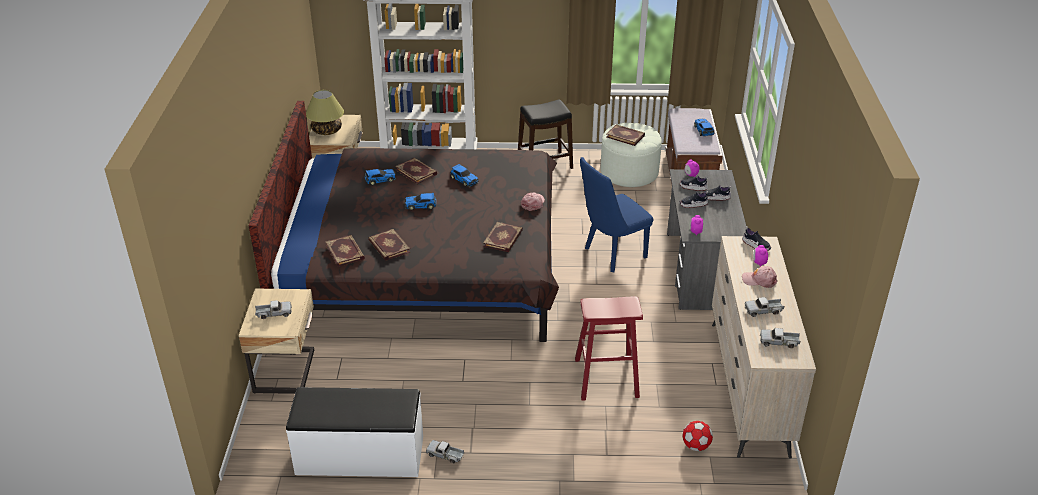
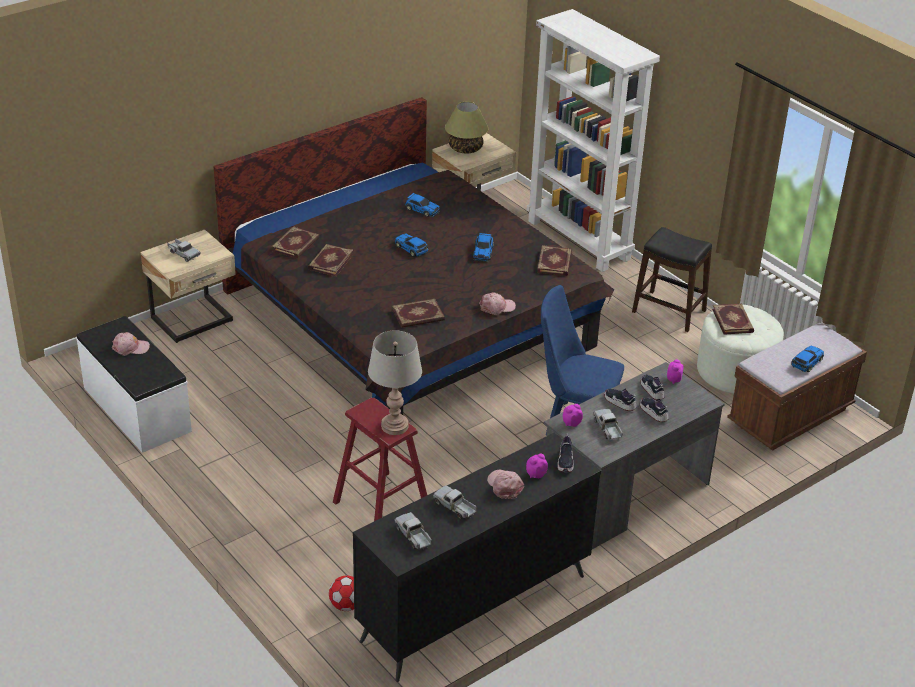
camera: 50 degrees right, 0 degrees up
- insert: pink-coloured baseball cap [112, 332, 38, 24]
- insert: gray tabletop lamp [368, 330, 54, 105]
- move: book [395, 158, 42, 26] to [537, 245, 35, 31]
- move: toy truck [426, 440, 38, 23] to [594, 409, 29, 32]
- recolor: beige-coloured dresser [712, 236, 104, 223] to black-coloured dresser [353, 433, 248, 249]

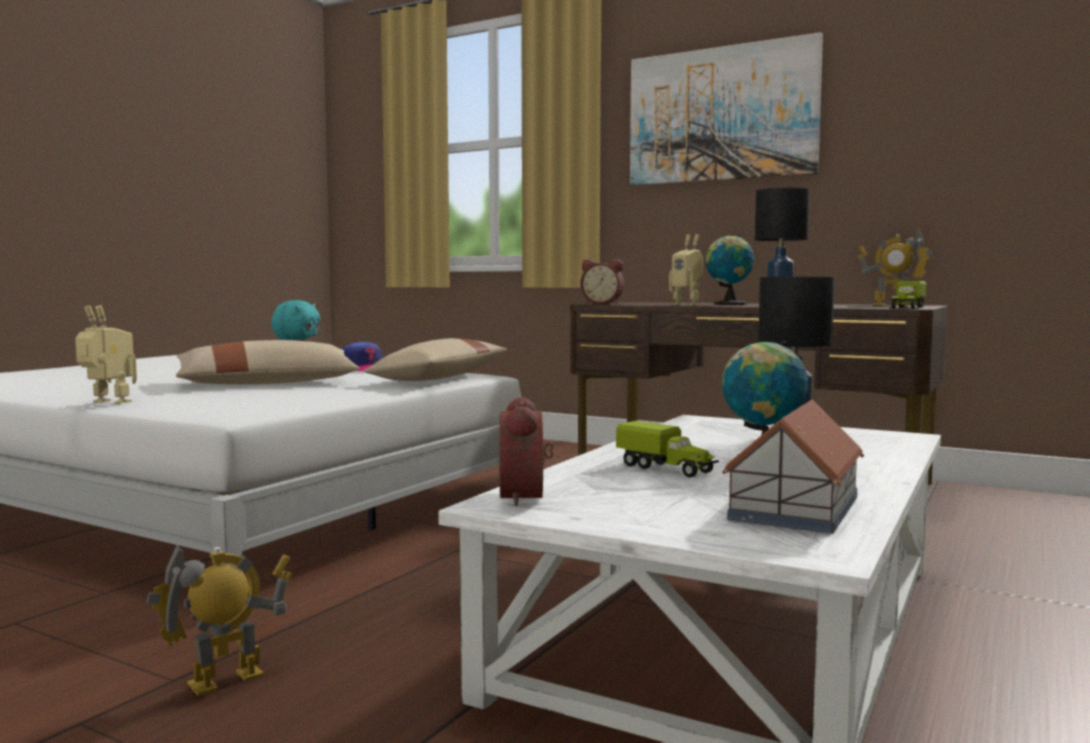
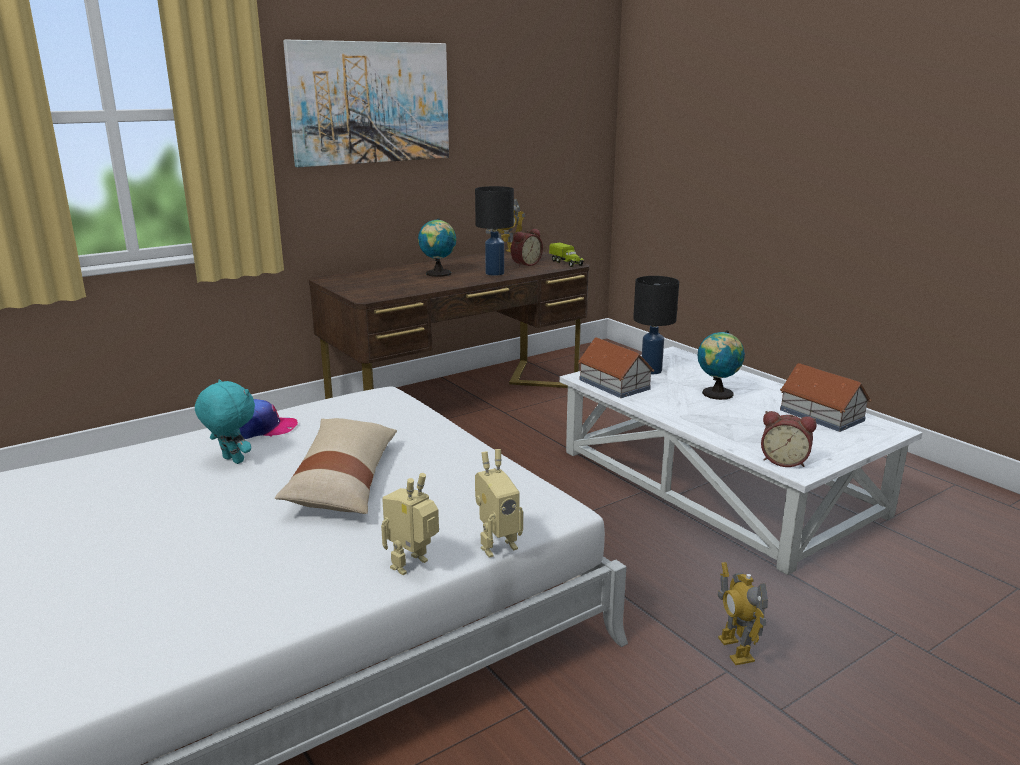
camera: 65 degrees left, 15 degrees up
- delete: beige-coloured throw pillow [364, 338, 143, 43]
- delete: toy truck [616, 421, 103, 57]
- insert: model house [578, 337, 76, 61]
- move: bedside clock [580, 259, 44, 45] to [511, 229, 32, 38]
- move: robot figure [669, 234, 34, 71] to [475, 449, 48, 109]

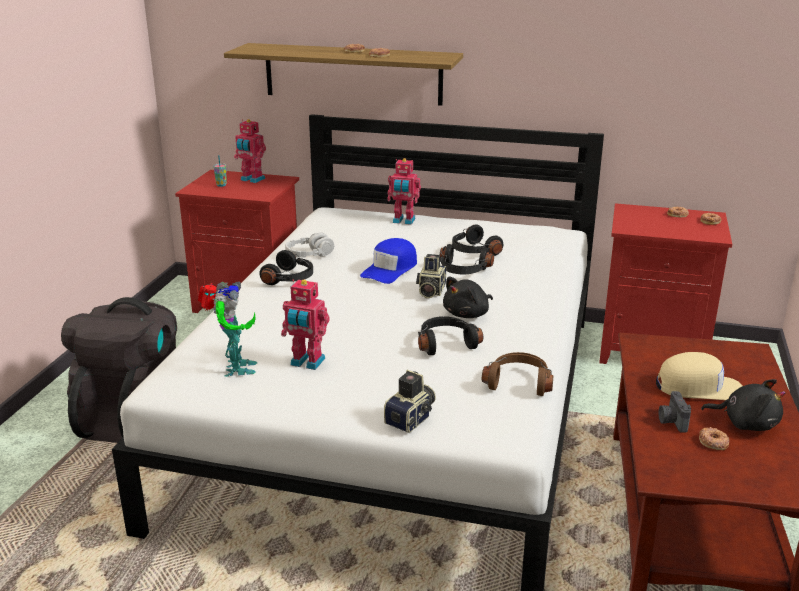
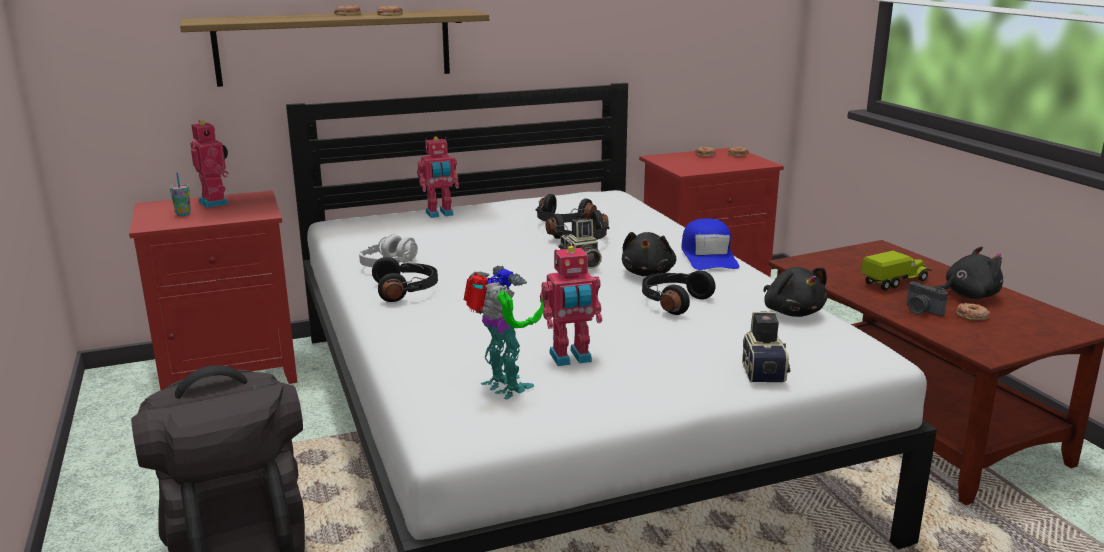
camera: 35 degrees left, 5 degrees down
- move: bluish baseball cap [360, 238, 57, 46] to [681, 218, 58, 52]
- replace: brown-coloured pair of headphones [482, 352, 71, 44] to black-coloured plush toy [763, 267, 64, 50]
- replace: beige-coloured baseball cap [656, 352, 86, 48] to toy truck [861, 250, 71, 41]
- rotate: robot figure [234, 119, 32, 64] = [190, 120, 39, 88] 120 degrees counterclockwise

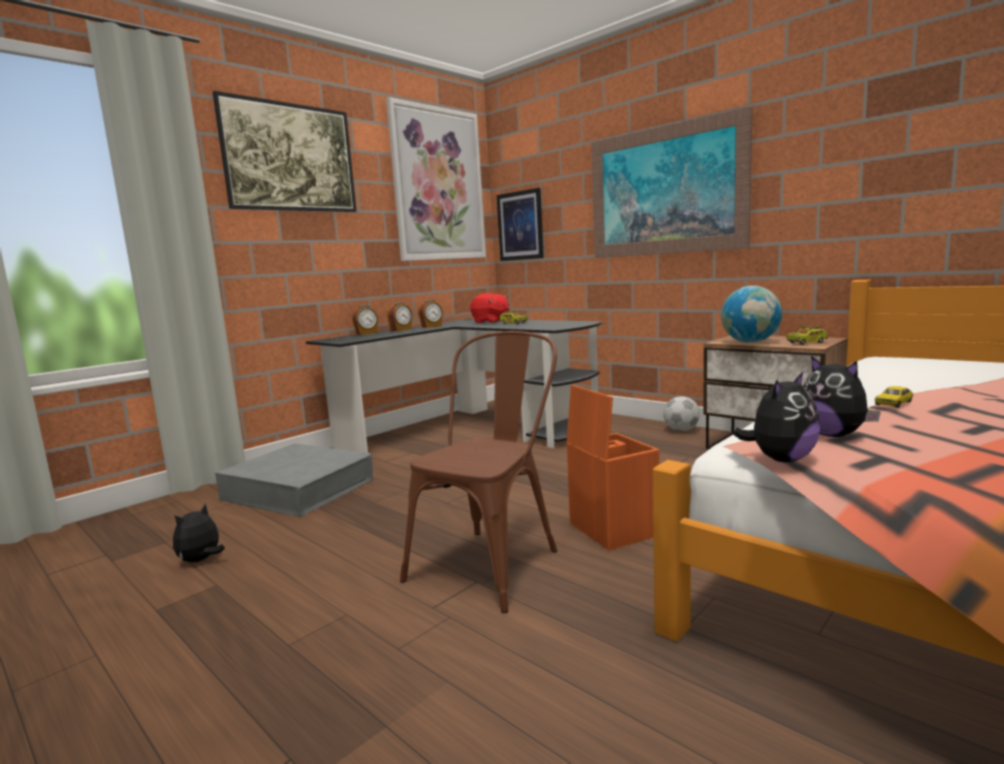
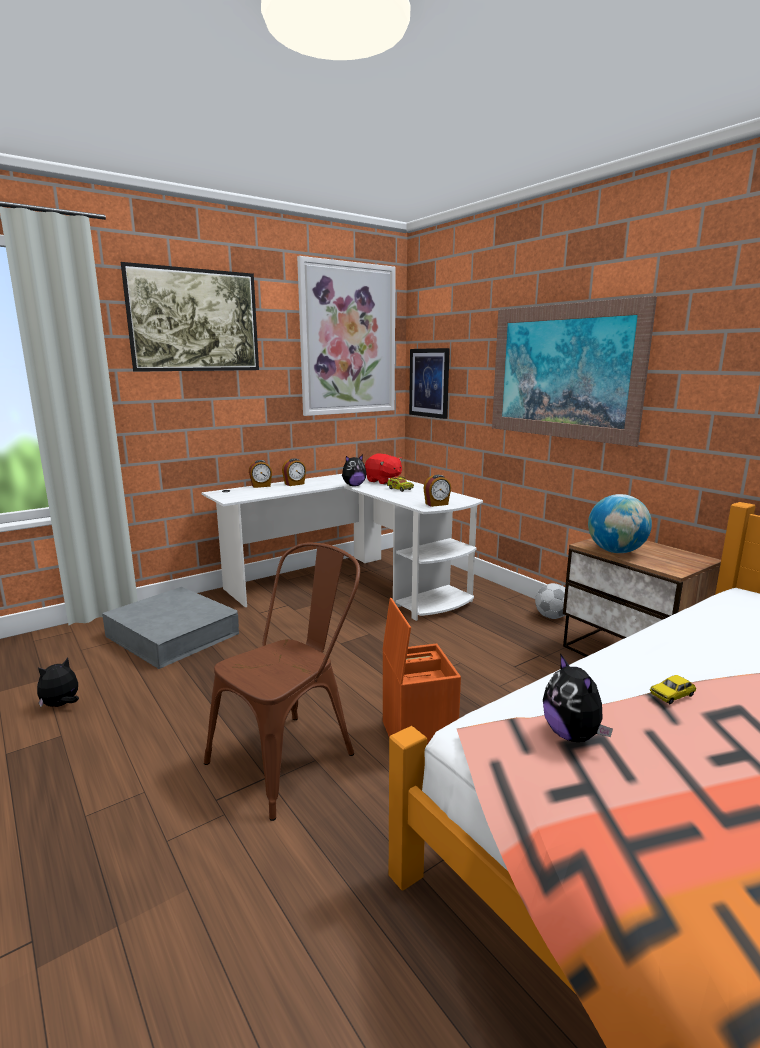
camera: 10 degrees right, 5 degrees up
- delete: toy truck [786, 326, 42, 19]
- move: bedside clock [418, 300, 25, 28] to [423, 475, 28, 32]
- move: plush toy [733, 372, 87, 90] to [342, 455, 25, 31]
- recolor: black-coloured desk [306, 318, 297, 135] to white desk [201, 474, 282, 147]

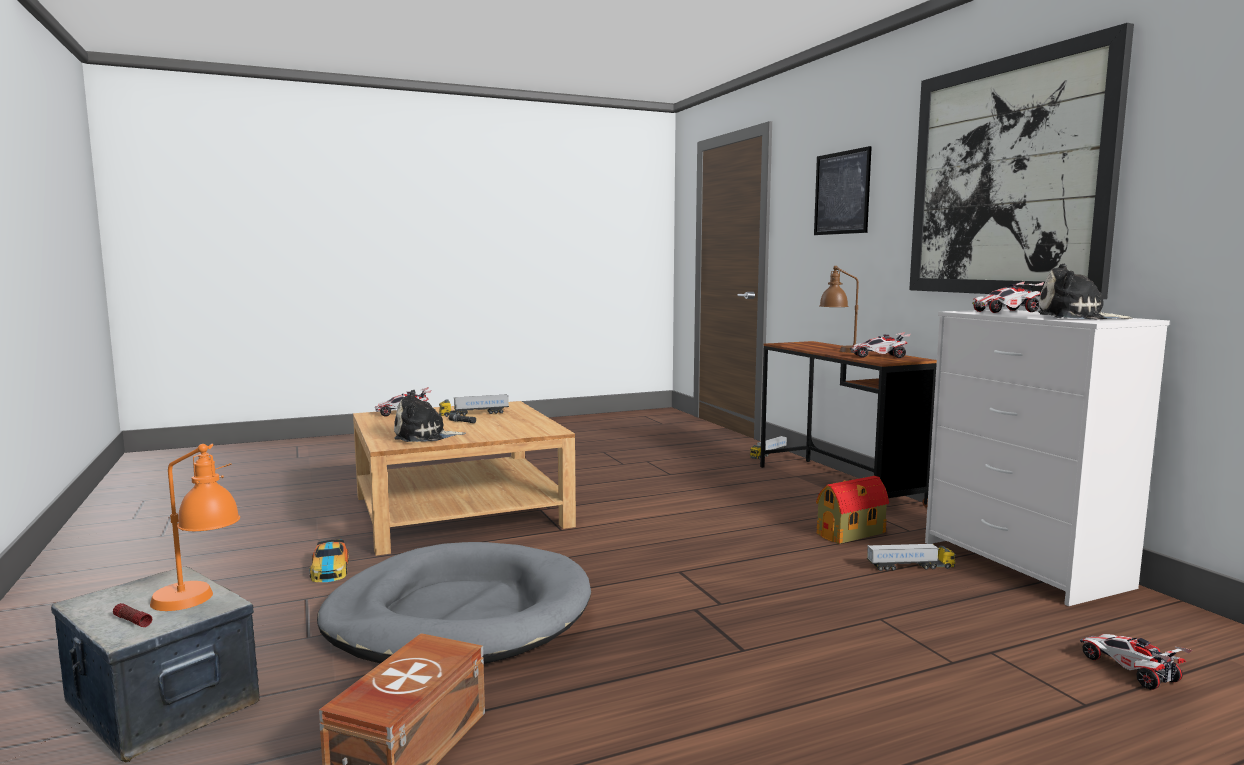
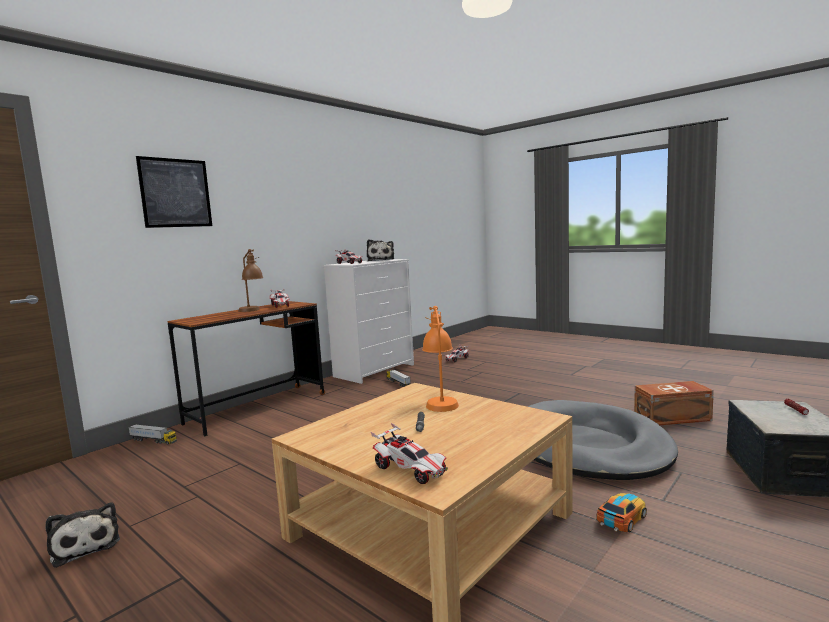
camera: 115 degrees left, 0 degrees up
- delete: toy truck [439, 394, 70, 23]
- delete: model house [816, 476, 73, 68]
- delete: picture [909, 23, 225, 276]
- move: orange-coloured tabletop lamp [150, 444, 90, 167] to [422, 306, 37, 106]
- move: plush toy [394, 390, 72, 52] to [45, 502, 75, 66]

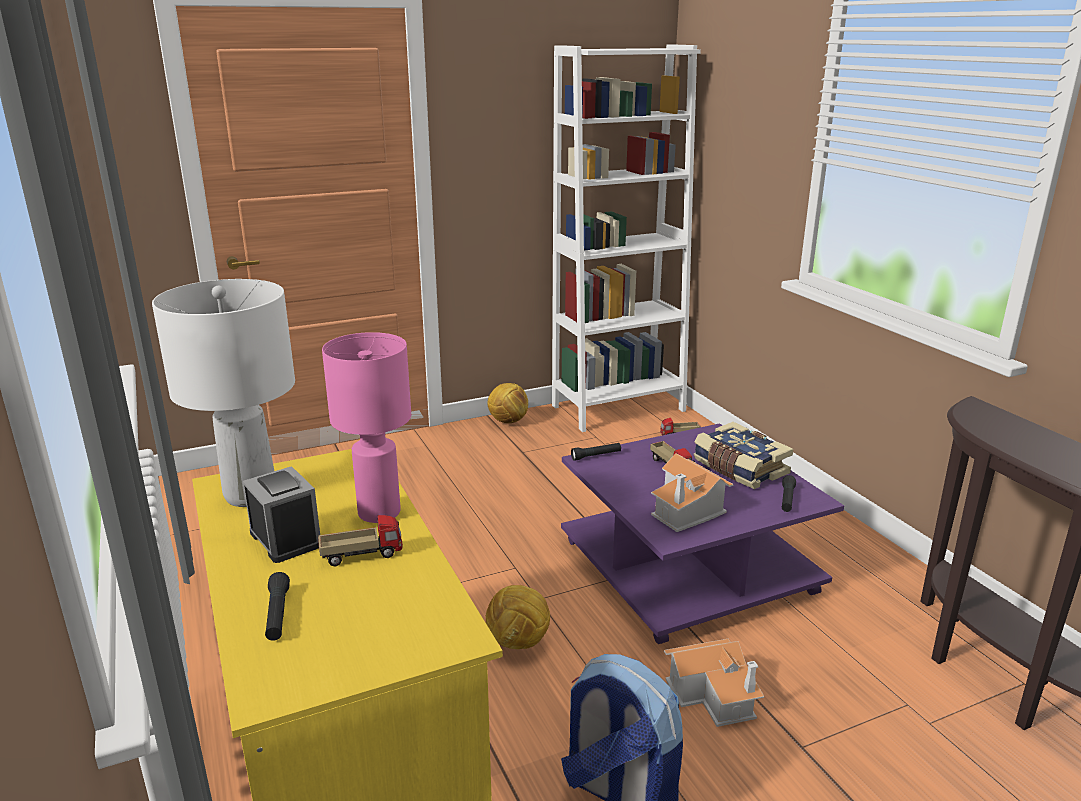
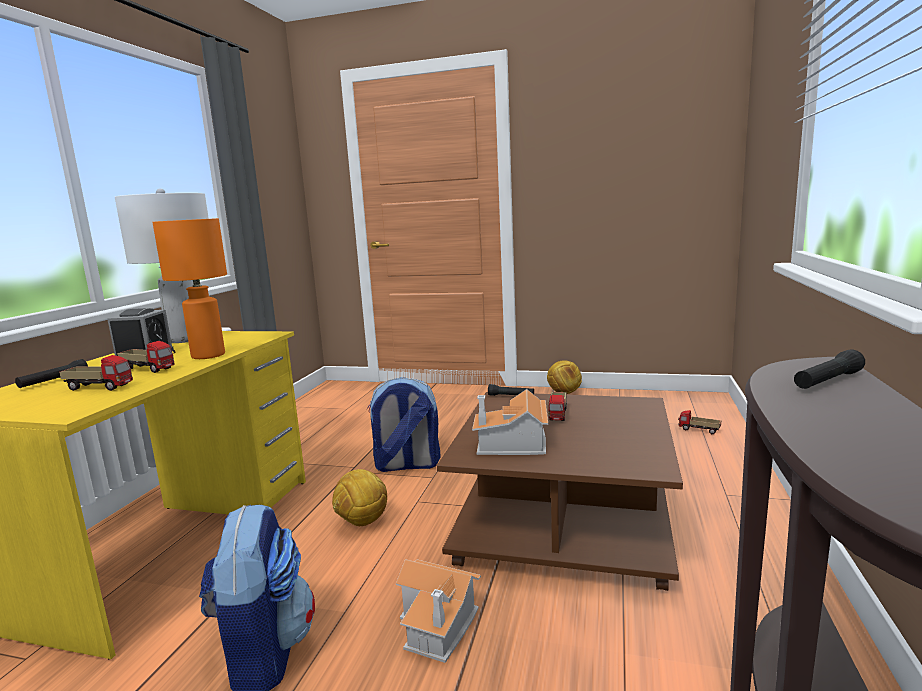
camera: 40 degrees right, 10 degrees down
- delete: white bookcase [552, 45, 149, 387]
- delete: book [694, 422, 99, 67]
- insert: toy truck [59, 355, 74, 36]
- insert: knapsack [367, 377, 74, 95]
- move: black-coloured torch [782, 475, 14, 37] to [794, 350, 71, 39]
- recolor: pink-coloured tabletop lamp [322, 332, 89, 191] to orange-coloured tabletop lamp [152, 218, 75, 141]
- recolor: purplish lounge table [561, 423, 283, 221] to brown-coloured lounge table [437, 392, 246, 199]

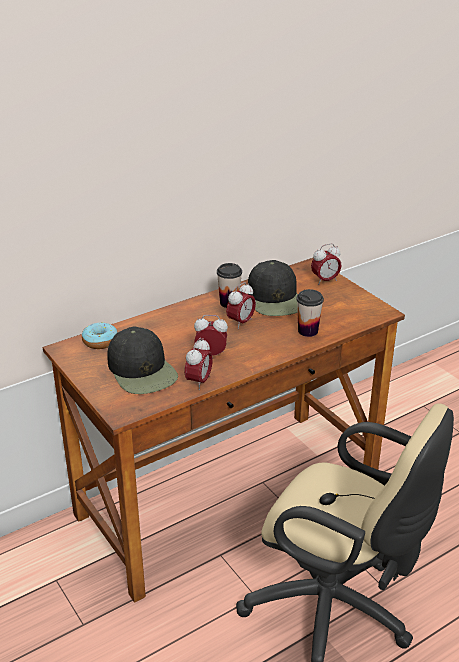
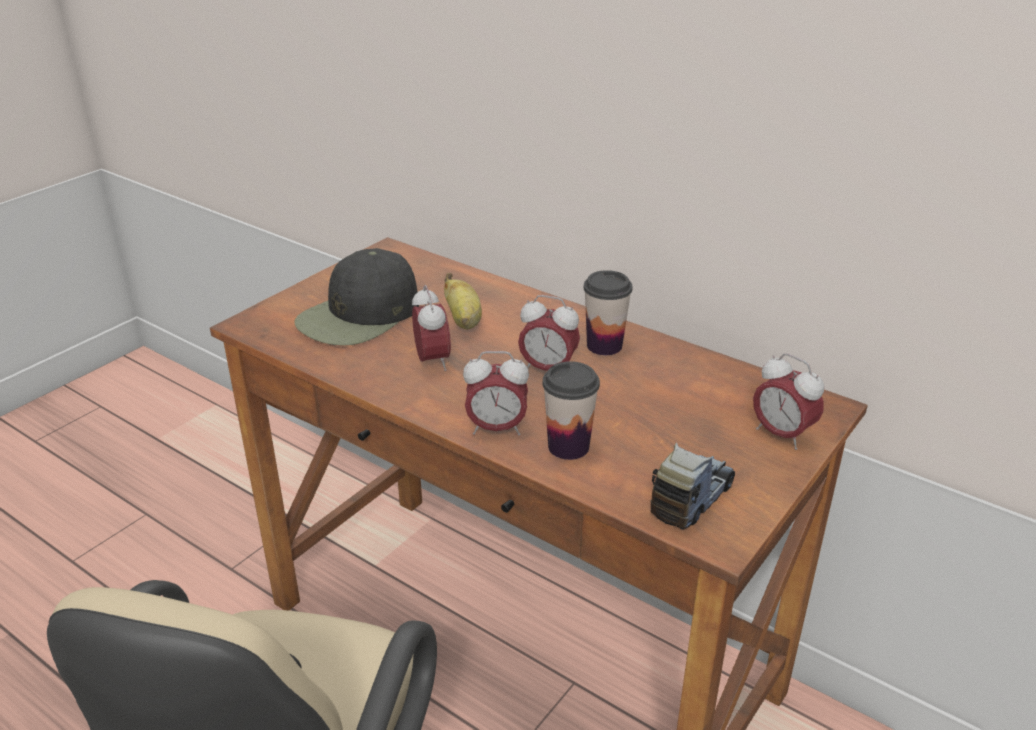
camera: 70 degrees right, 0 degrees up
- delete: donut [82, 322, 35, 27]
- delete: black-coloured baseball cap [248, 260, 50, 56]
- insert: whole banana [444, 273, 38, 56]
- insert: toy truck [650, 443, 85, 86]
- move: bedside clock [185, 338, 28, 52] to [463, 351, 66, 84]

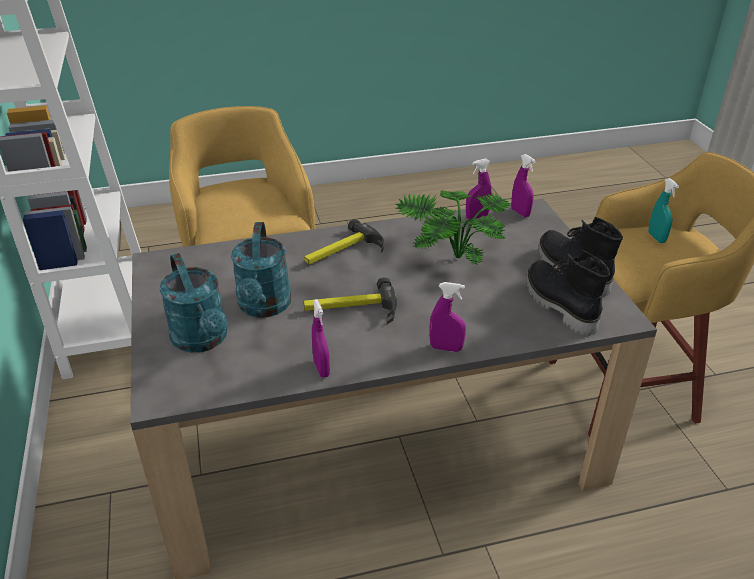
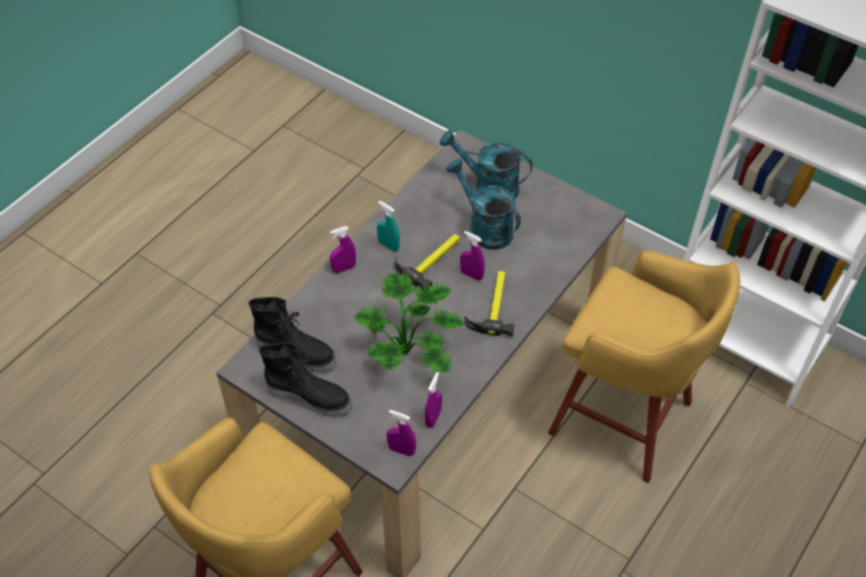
camera: 140 degrees right, 15 degrees up
- move: purplish hand sprayer [312, 299, 18, 79] to [460, 231, 25, 50]
- move: turquoise hand sprayer [648, 178, 31, 65] to [377, 201, 23, 50]

